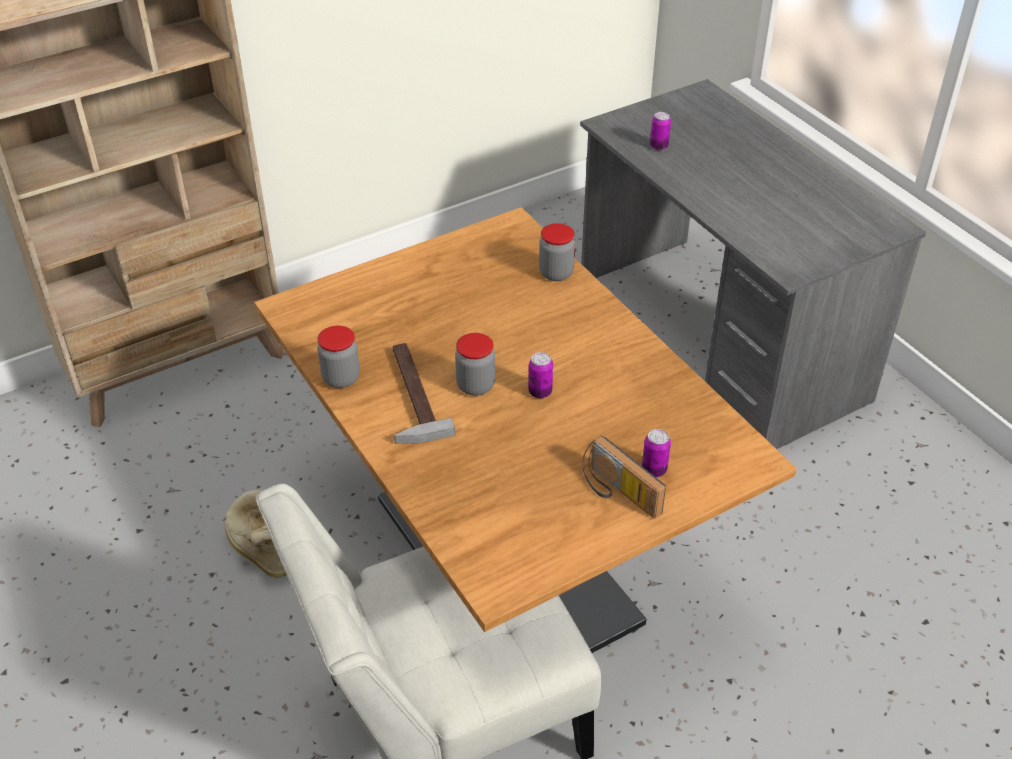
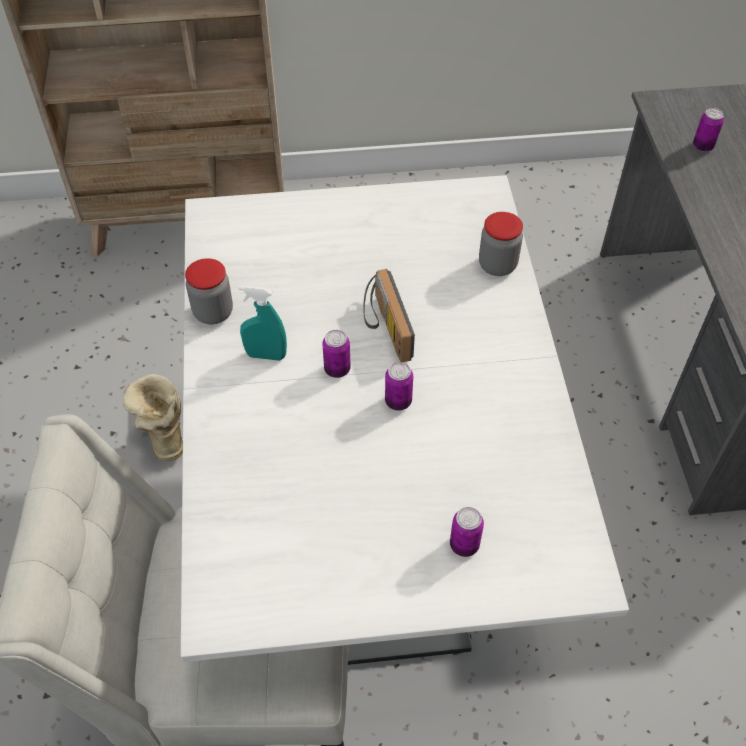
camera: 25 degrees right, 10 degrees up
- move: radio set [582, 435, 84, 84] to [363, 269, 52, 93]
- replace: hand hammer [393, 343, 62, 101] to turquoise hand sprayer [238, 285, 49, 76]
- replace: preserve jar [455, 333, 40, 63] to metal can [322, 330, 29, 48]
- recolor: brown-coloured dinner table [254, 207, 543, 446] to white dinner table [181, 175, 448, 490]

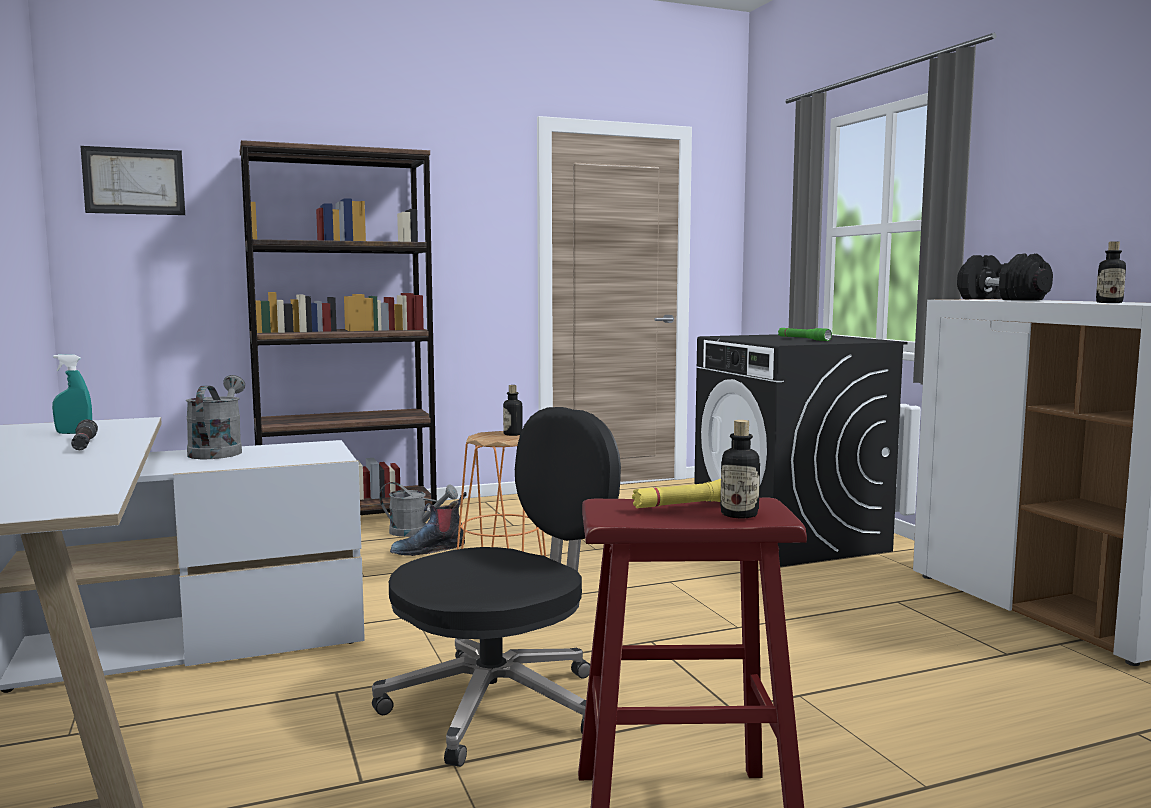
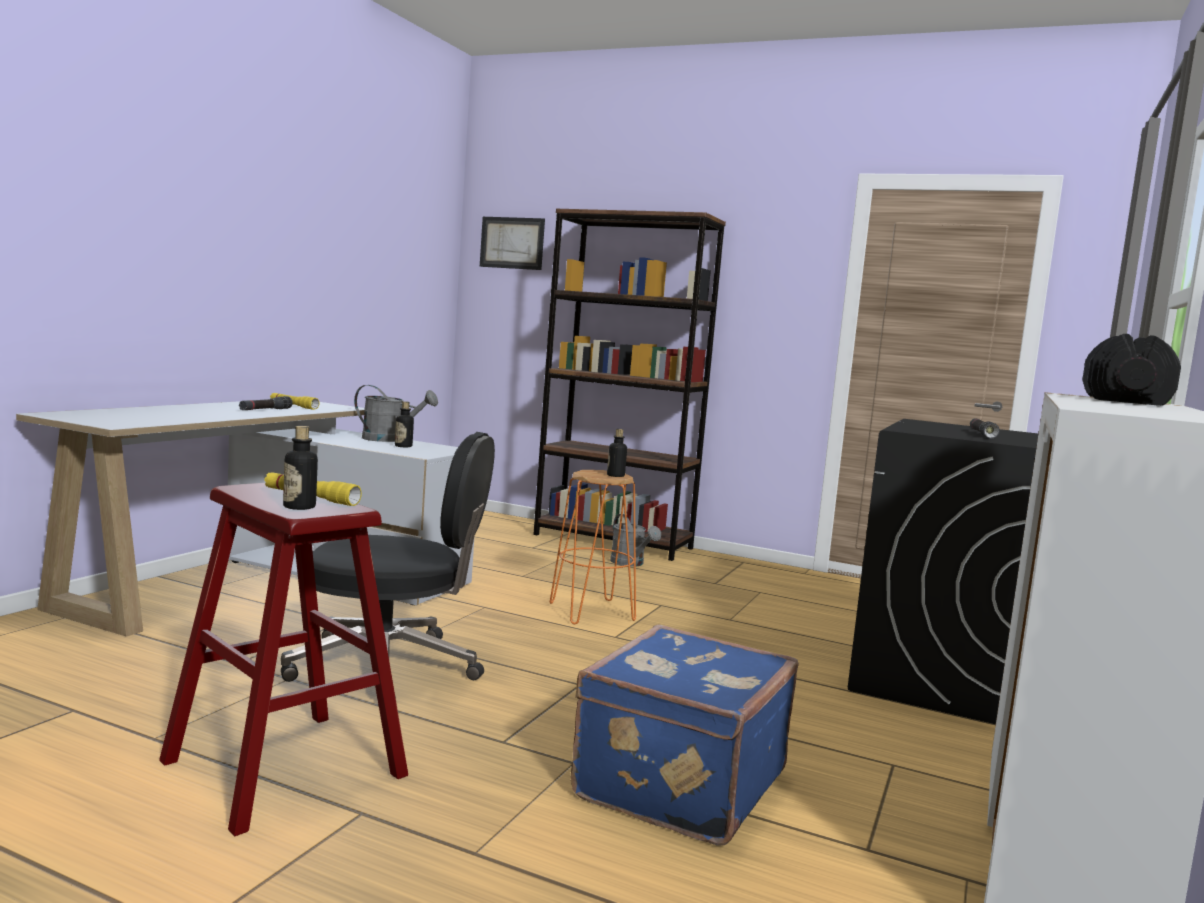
camera: 45 degrees right, 0 degrees up
- delete: tall boot [390, 492, 77, 64]
- insert: bluish travel case [571, 625, 228, 220]
- move: bottle [1096, 241, 30, 62] to [395, 401, 19, 46]
- replace: turquoise hand sprayer [52, 354, 40, 80] to yellow torch [270, 393, 50, 17]
- recolor: greenish torch [778, 328, 54, 13] to black-coloured torch [970, 419, 30, 20]
- rotate: gray watering can [186, 375, 59, 84] = [354, 385, 84, 57] 60 degrees clockwise

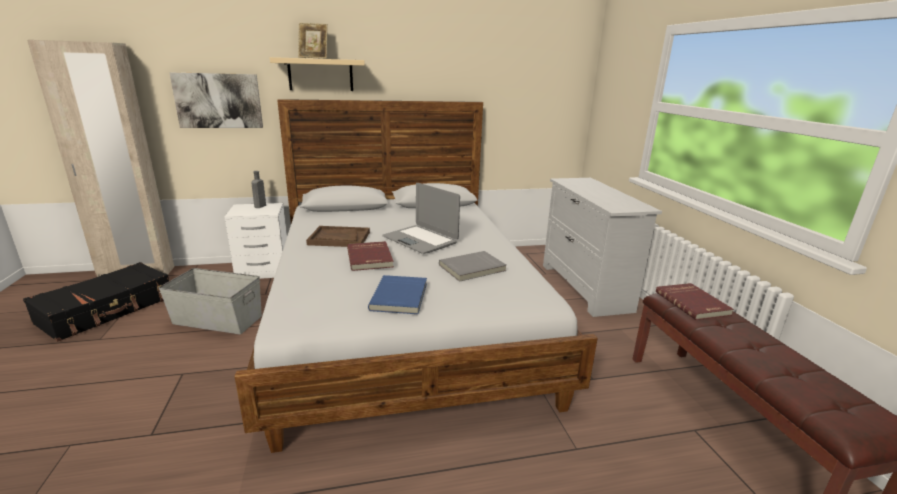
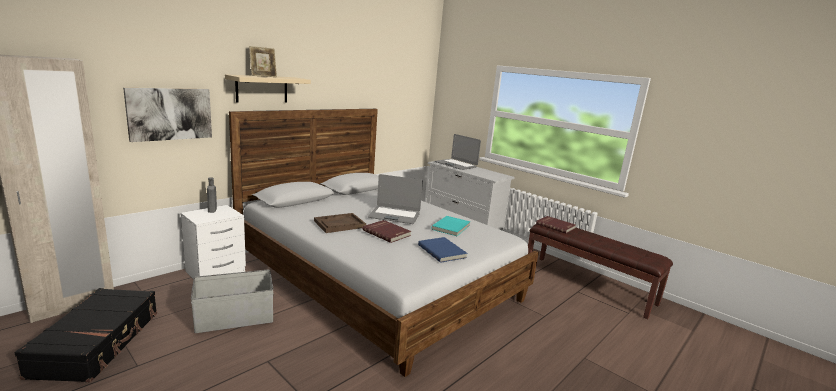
camera: 35 degrees left, 5 degrees down
- insert: portable computer [435, 134, 46, 36]
- recolor: gray book [439, 251, 67, 31] to turquoise book [431, 216, 39, 20]

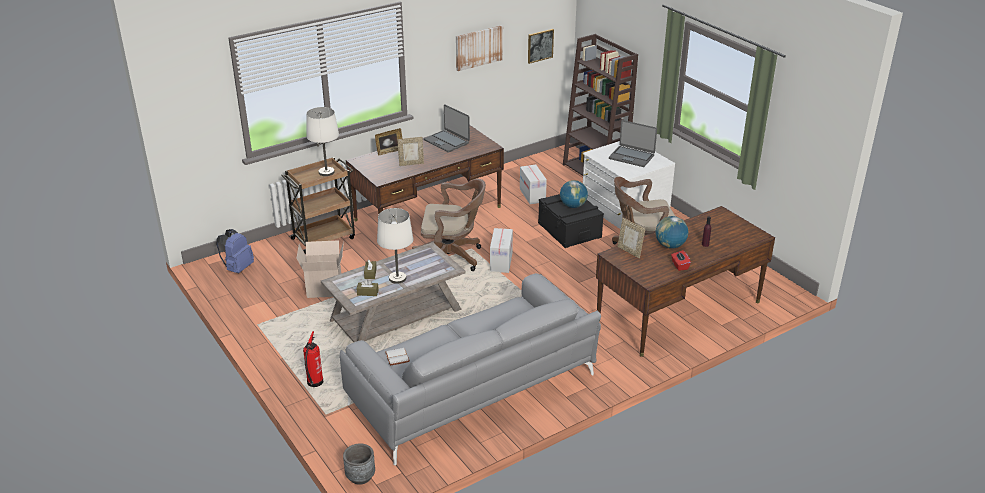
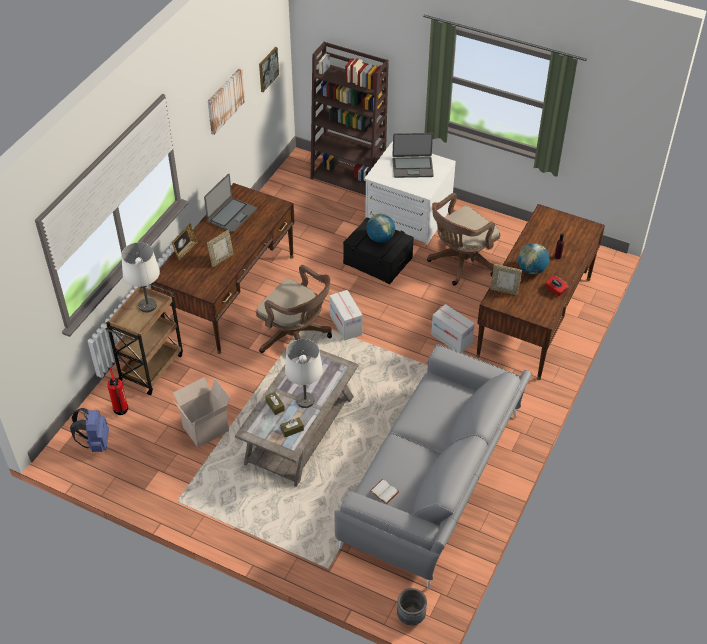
camera: 30 degrees left, 15 degrees up
- move: extinguisher [303, 331, 20, 56] to [107, 368, 21, 47]
- move: cardboard box [520, 164, 27, 40] to [431, 304, 44, 49]
- rotate: brown-coloured computer chair [412, 179, 74, 92] = [256, 265, 76, 88] 60 degrees clockwise
- rotate: portable computer [424, 104, 46, 48] = [204, 173, 53, 60] 75 degrees counterclockwise

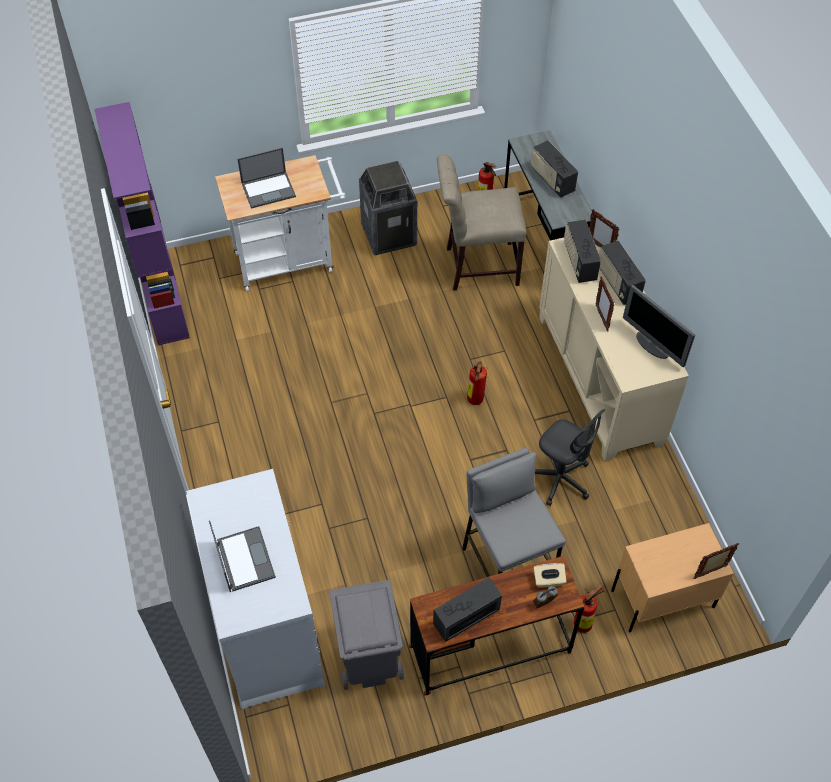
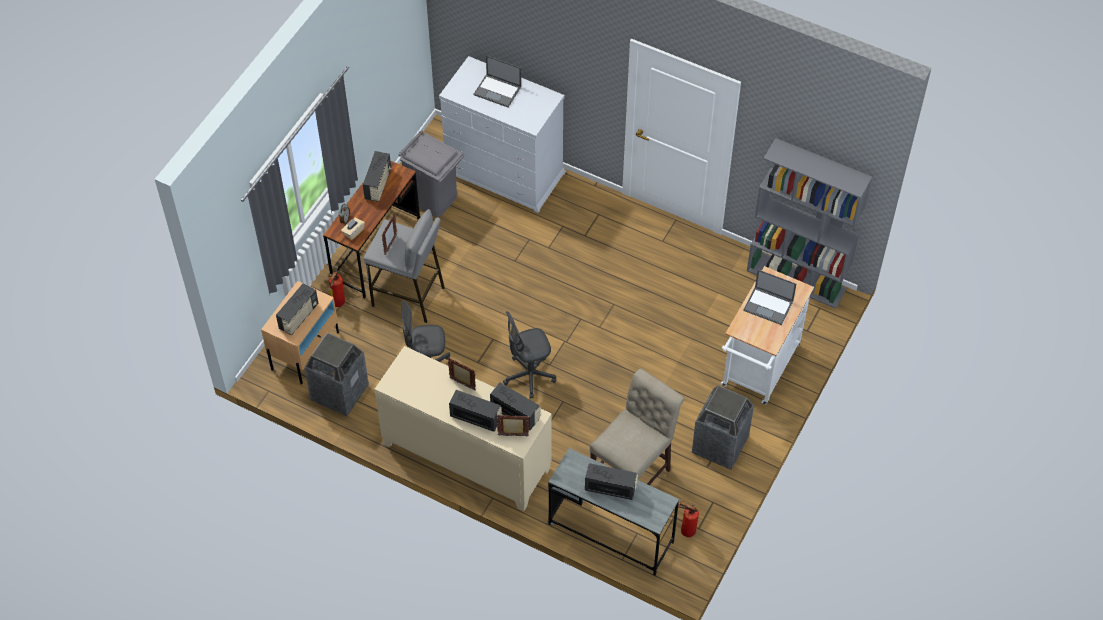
camera: 135 degrees right, 0 degrees up
- delete: monitor [623, 284, 72, 83]
- insert: radio set [276, 283, 42, 52]
- insert: waste bin [304, 333, 65, 83]
- move: standing frame [693, 543, 46, 36] to [382, 213, 15, 42]
- replace: extinguisher [467, 362, 20, 43] to gray computer chair [503, 311, 53, 88]
- recolor: purplish bookcase [94, 102, 96, 243] to gray bookcase [747, 138, 125, 171]
- rotate: portable computer [237, 148, 59, 61] = [743, 270, 53, 55] 90 degrees counterclockwise

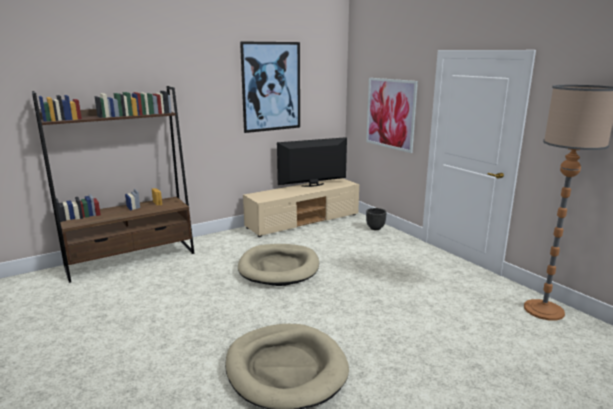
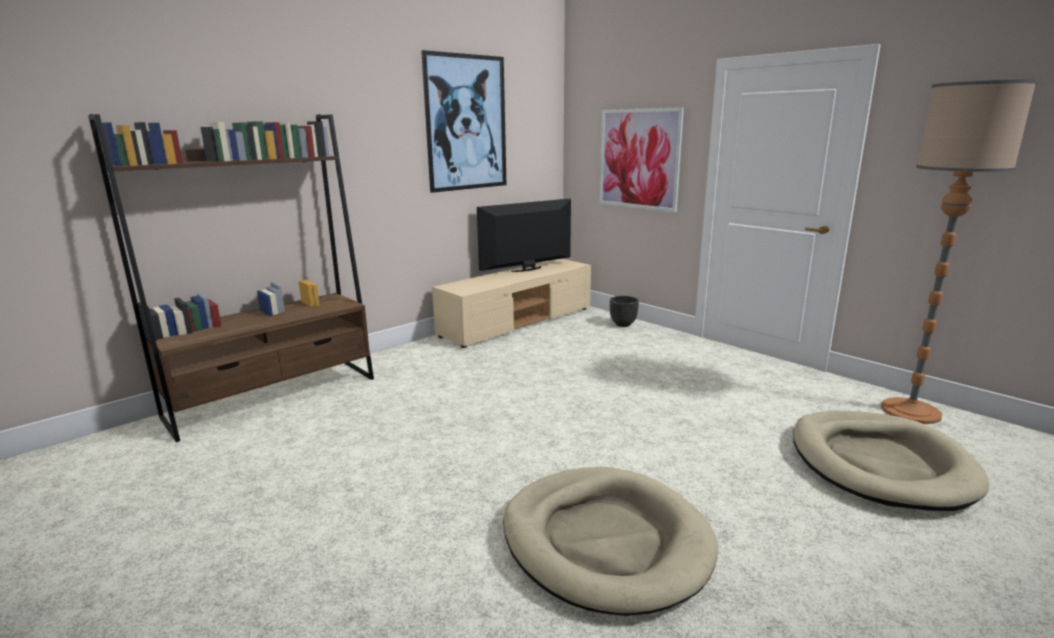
camera: 10 degrees left, 0 degrees up
- move: beige-coloured dog cushion [238, 244, 81, 42] to [793, 411, 196, 100]

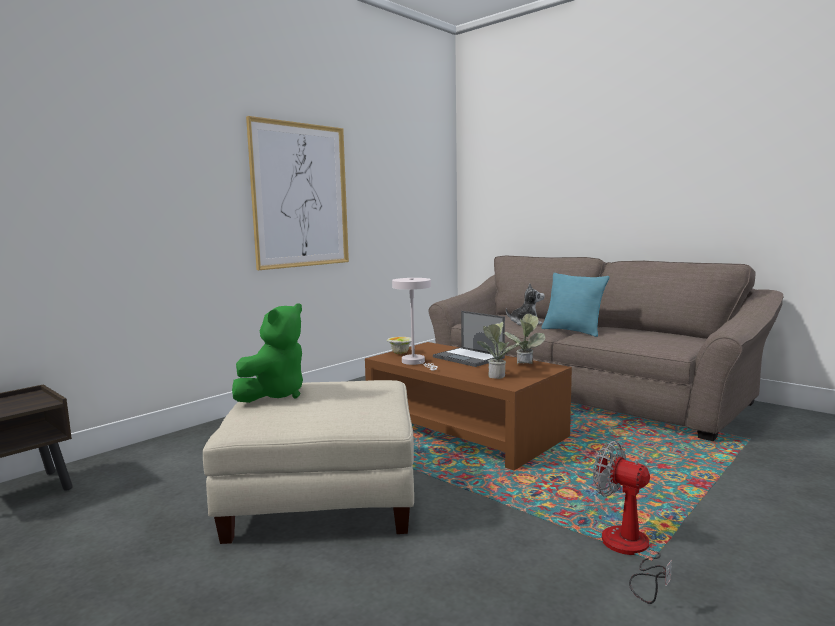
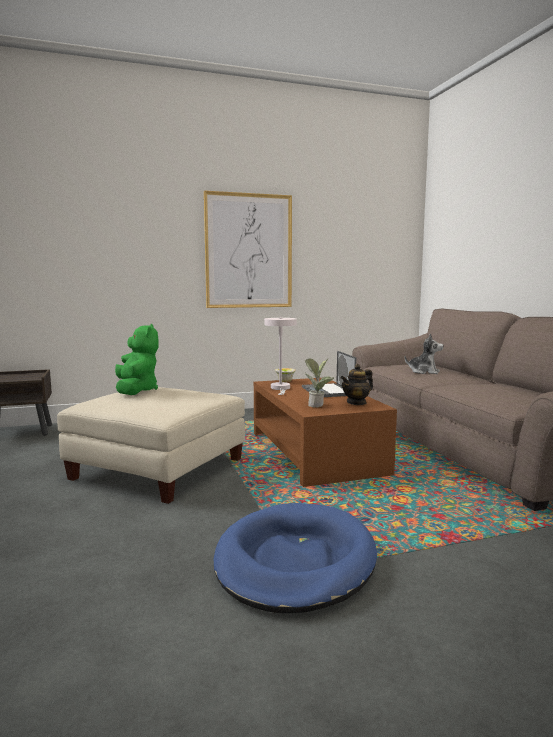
camera: 30 degrees right, 0 degrees up
- delete: turquoise throw pillow [542, 273, 67, 64]
- replace: plant in a pot [504, 314, 41, 51] to tea pot [341, 364, 32, 41]
- replace: cooling fan [593, 441, 79, 163] to bluish dog cushion [213, 503, 164, 110]
- rotate: greenish plush toy [232, 303, 71, 100] = [115, 324, 43, 71] 75 degrees counterclockwise

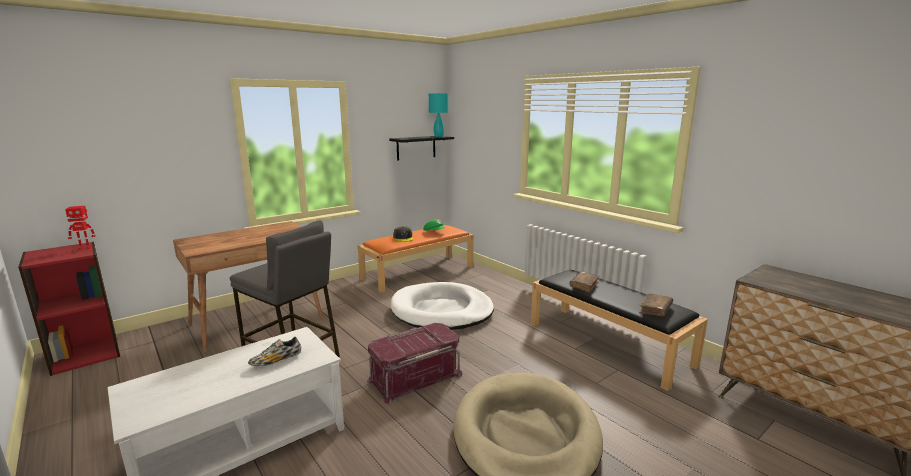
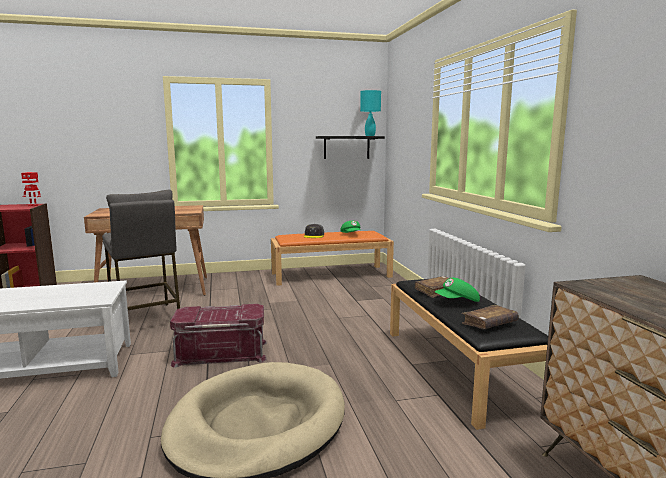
camera: 25 degrees right, 5 degrees down
- delete: item of footwear [248, 337, 53, 29]
- delete: white dog cushion [391, 282, 103, 48]
- insert: greenish baseball cap [435, 278, 45, 24]

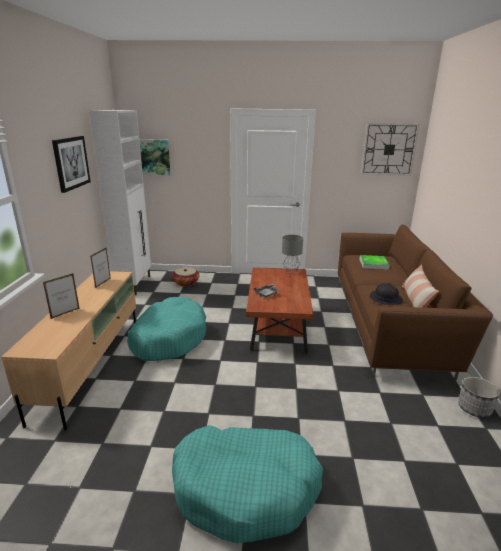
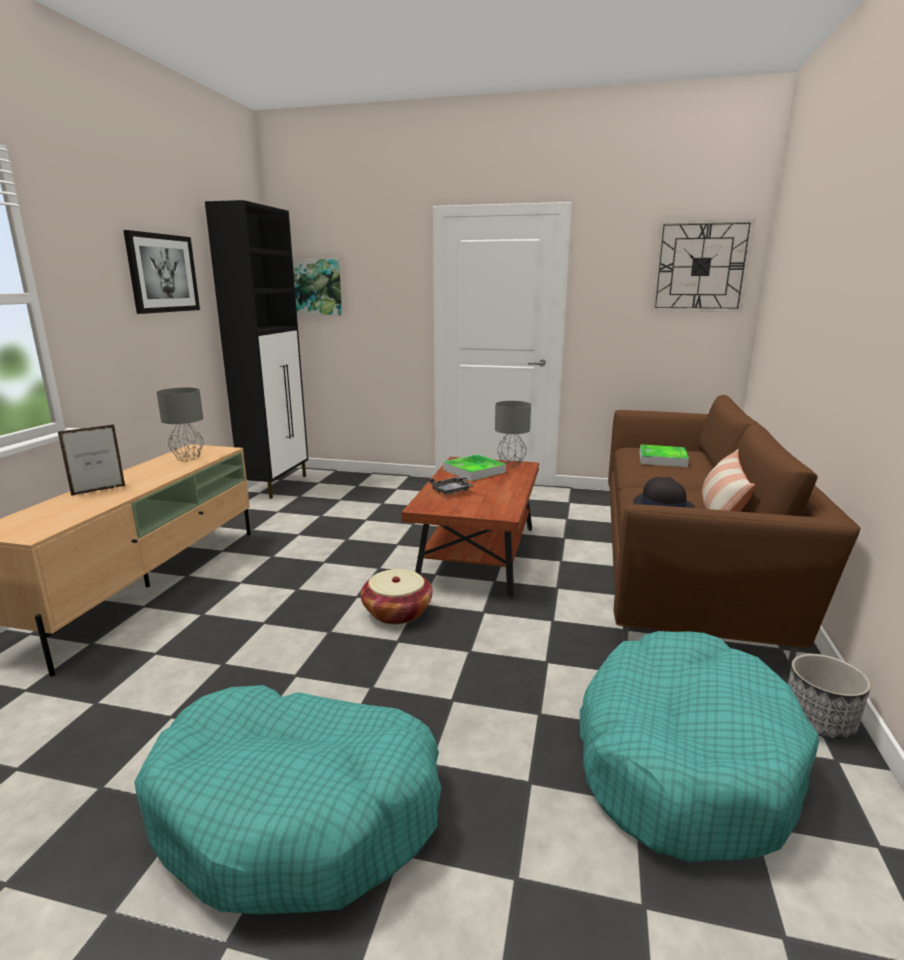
camera: 10 degrees right, 5 degrees down
- insert: serving tray [443, 454, 63, 27]
- move: turquoise dog cushion [127, 297, 79, 64] to [580, 631, 239, 231]
- move: household basket [172, 267, 28, 20] to [361, 569, 72, 55]
- replace: standing frame [90, 248, 21, 40] to gray tabletop lamp [157, 388, 47, 73]
- recolor: white cabinet [89, 110, 62, 185] to black-coloured cabinet [205, 200, 103, 299]

